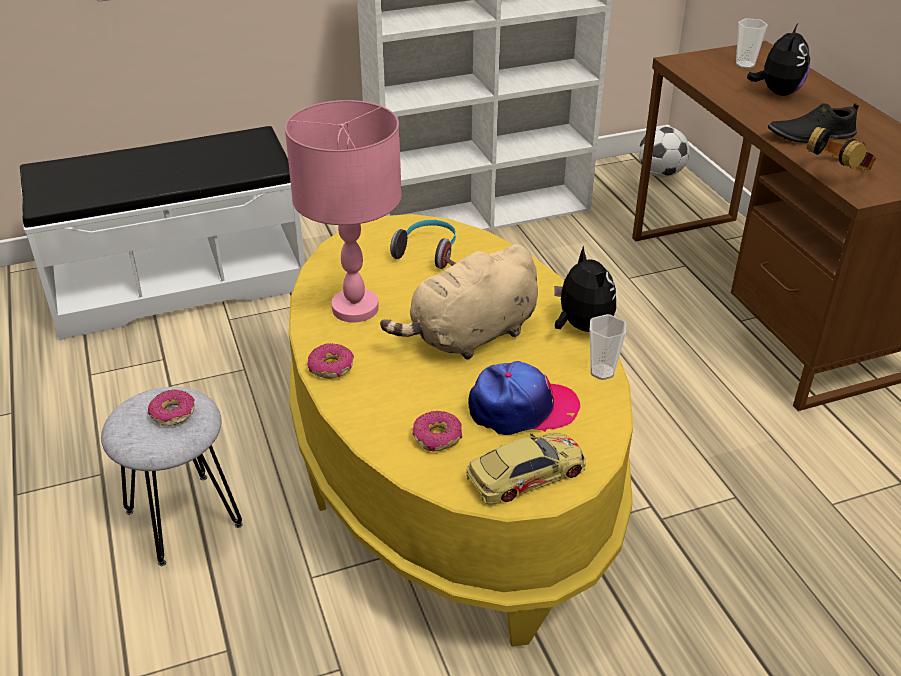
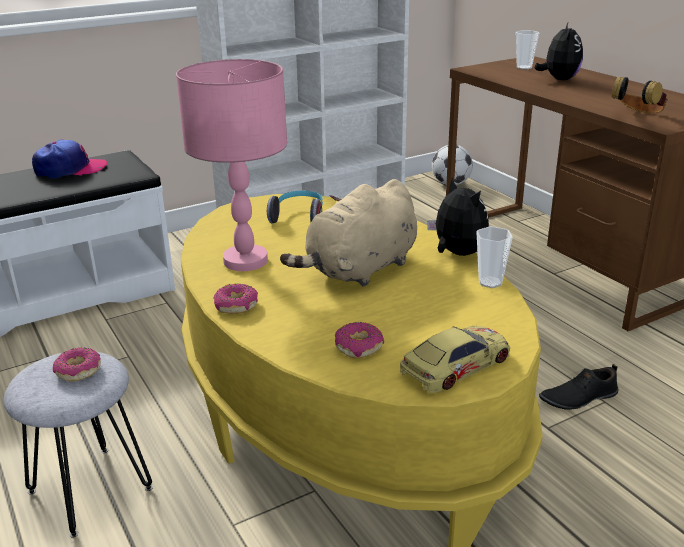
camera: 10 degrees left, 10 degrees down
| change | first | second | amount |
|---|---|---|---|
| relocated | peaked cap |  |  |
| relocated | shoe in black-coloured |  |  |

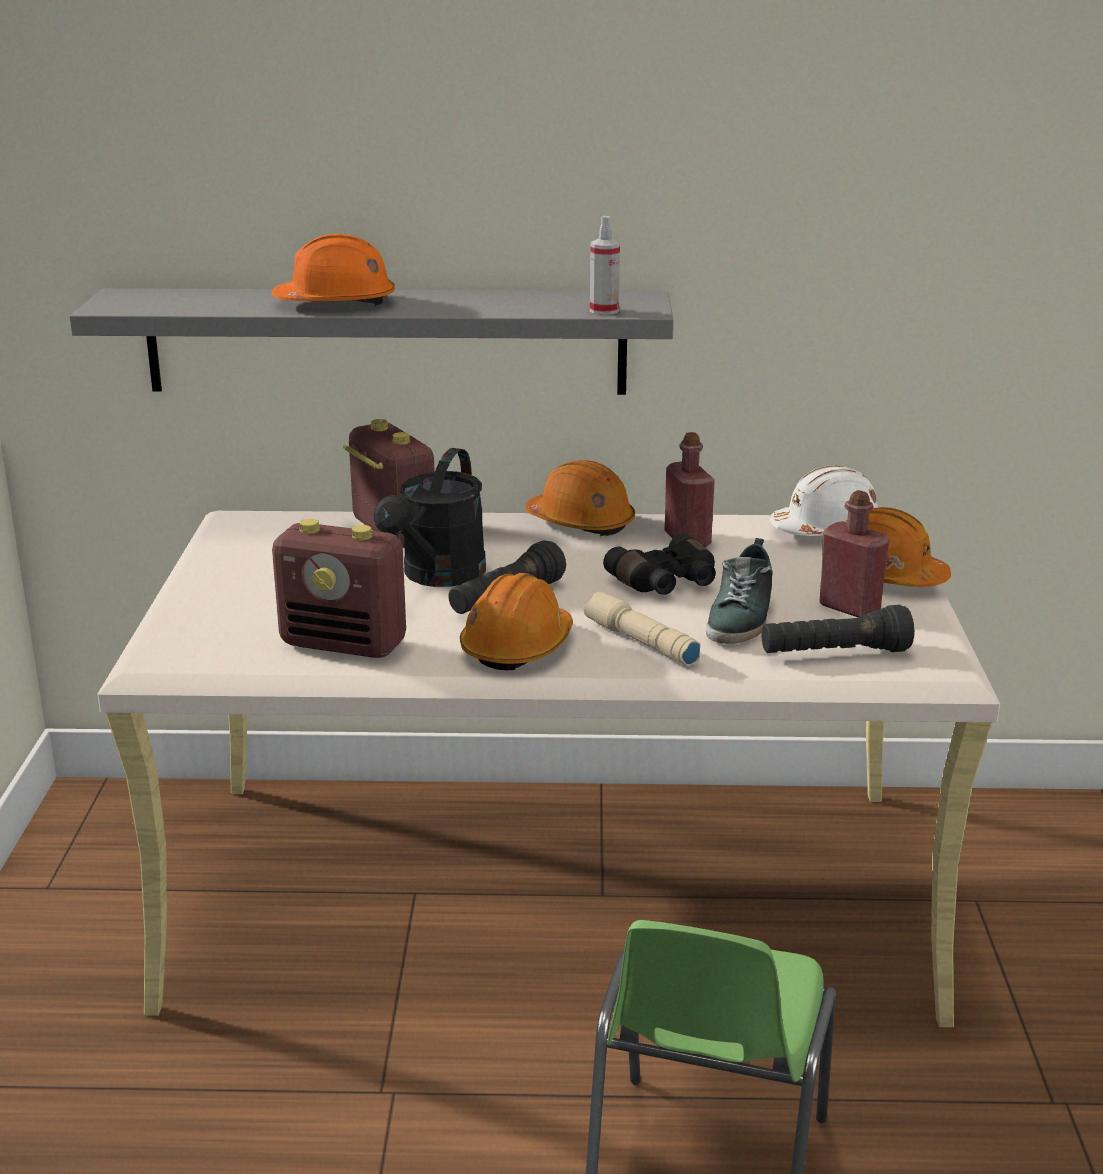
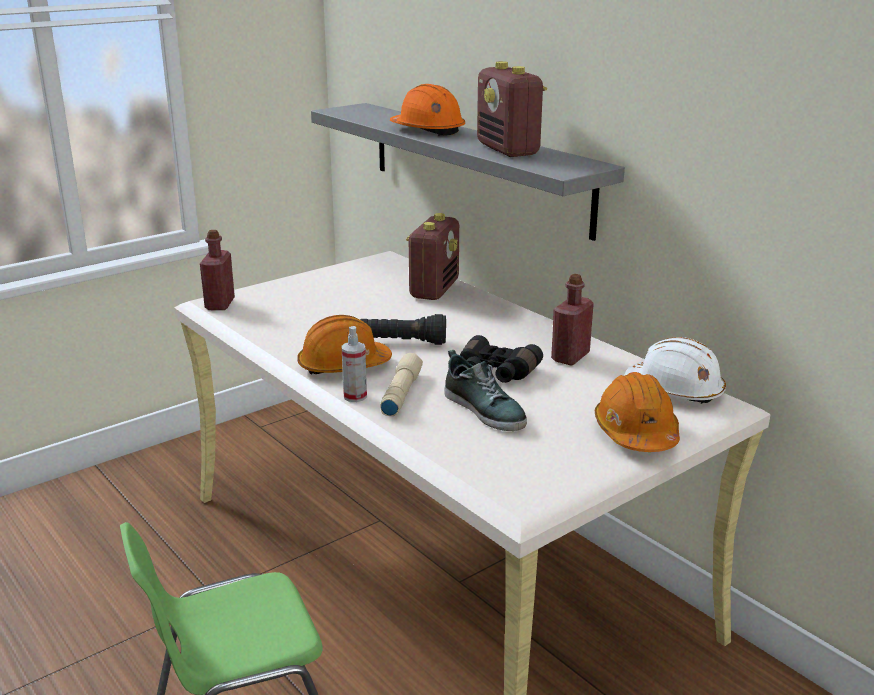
camera: 50 degrees right, 0 degrees up
| change | first | second | amount |
|---|---|---|---|
| missing | watering can in black-coloured |  |  |
| missing | work helmet in orangey (no. 3 from left) |  |  |
| missing | torch in black-coloured (no. 2 from left) |  |  |
| relocated | radio (no. 1 from left in the first image) | radio (no. 2 from left) |  |
| relocated | sprayer |  |  |
| relocated | beverage bottle in red (no. 2 from left in the first image) | beverage bottle in red (no. 1 from left) |  |
| spun | shoe |  | 105 degrees counterclockwise |

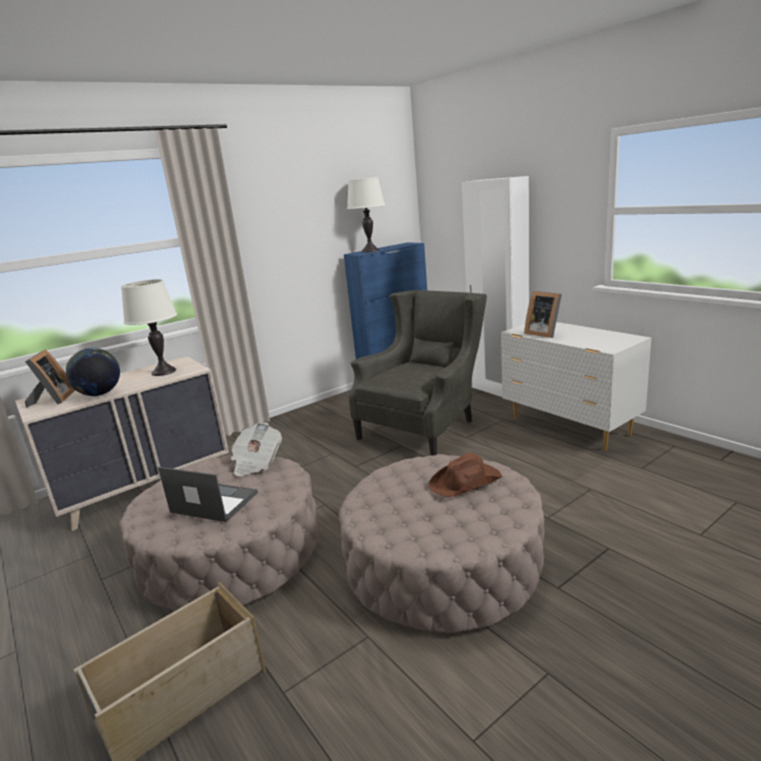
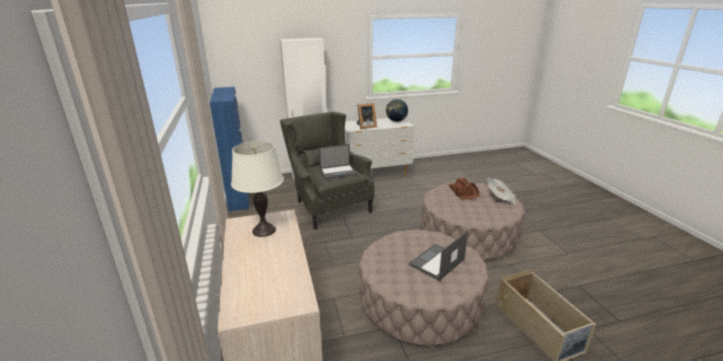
camera: 70 degrees left, 5 degrees up
| change | first | second | amount |
|---|---|---|---|
| missing | standing frame (no. 1 from left) |  |  |
| missing | lamp for a table in white-coloured (no. 2 from left) |  |  |
| appeared |  | laptop (no. 1 from left) |  |
| relocated | globe |  |  |
| relocated | newspaper |  |  |

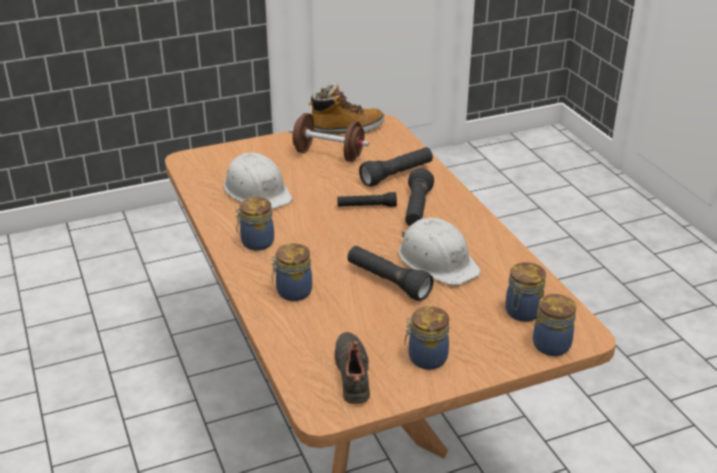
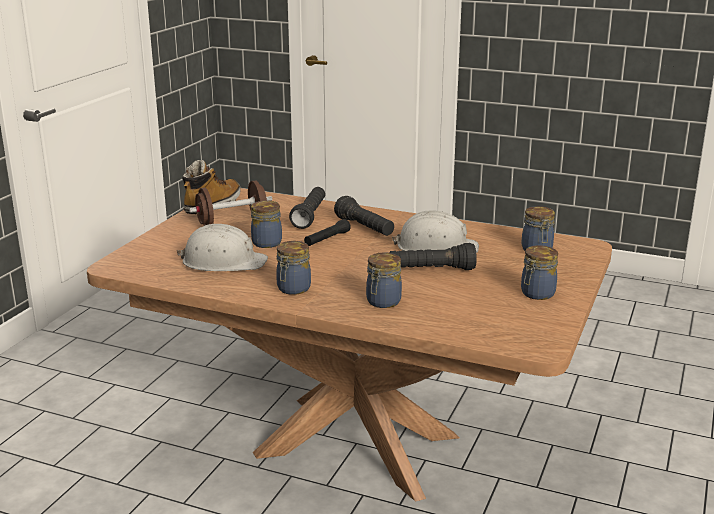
camera: 45 degrees left, 10 degrees down
| change | first | second | amount |
|---|---|---|---|
| missing | shoe in black-coloured |  |  |
| relocated | storage jar (no. 5 from left in the first image) | storage jar (no. 1 from left) |  |

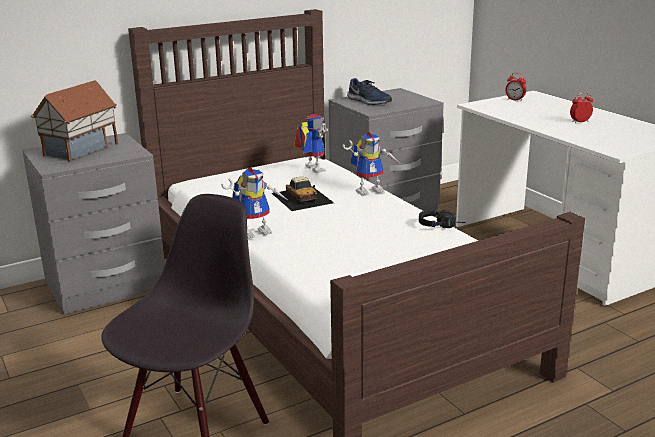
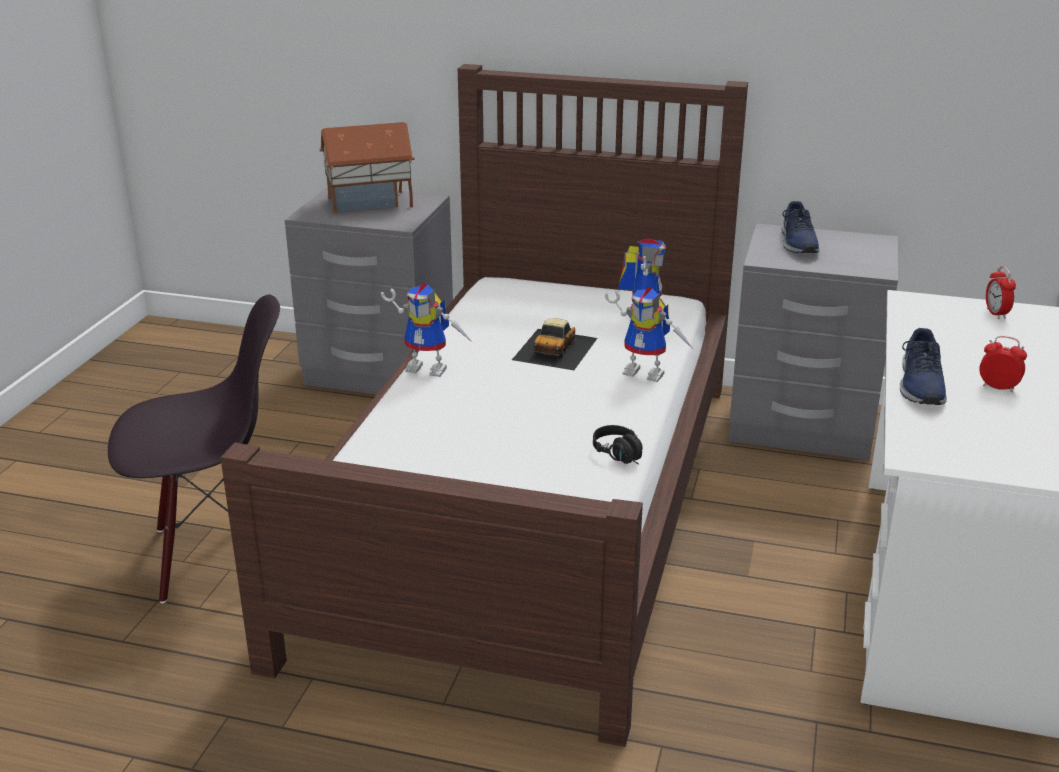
camera: 45 degrees right, 5 degrees up
| change | first | second | amount |
|---|---|---|---|
| appeared |  | shoe in blue-coloured (no. 2 from left) |  |

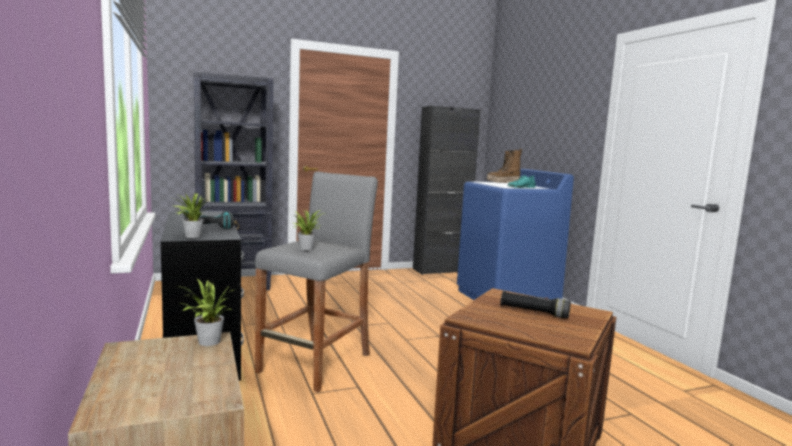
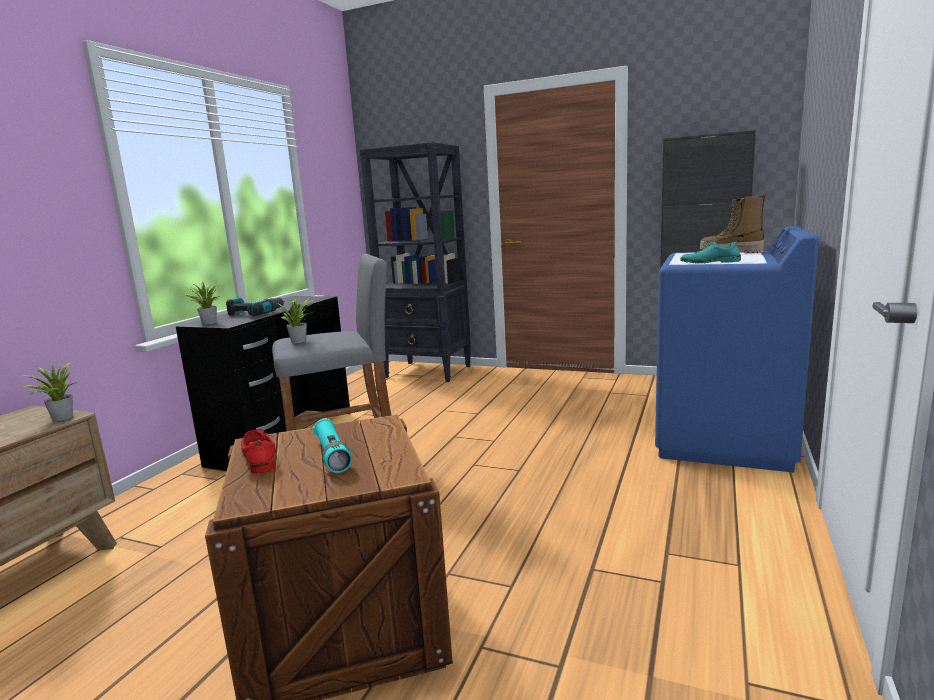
camera: 45 degrees right, 5 degrees up
| change | first | second | amount |
|---|---|---|---|
| appeared |  | shoe in red |  |
| colour | torch in black-coloured | torch in blue-green |  |

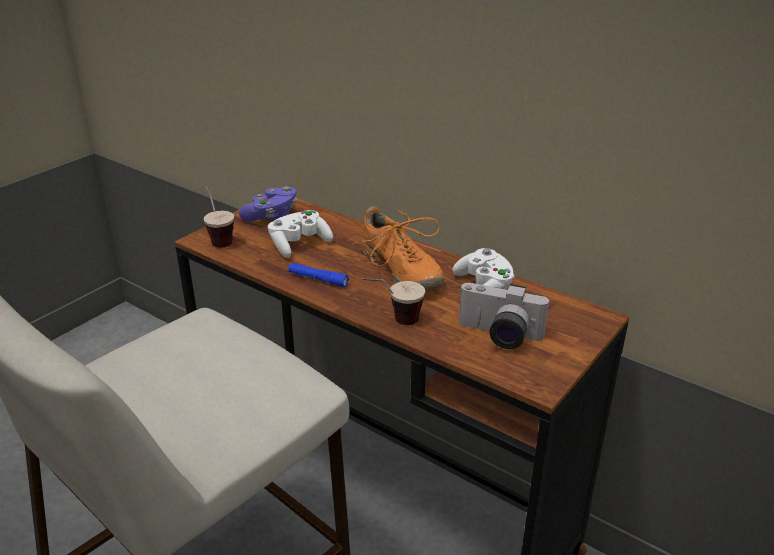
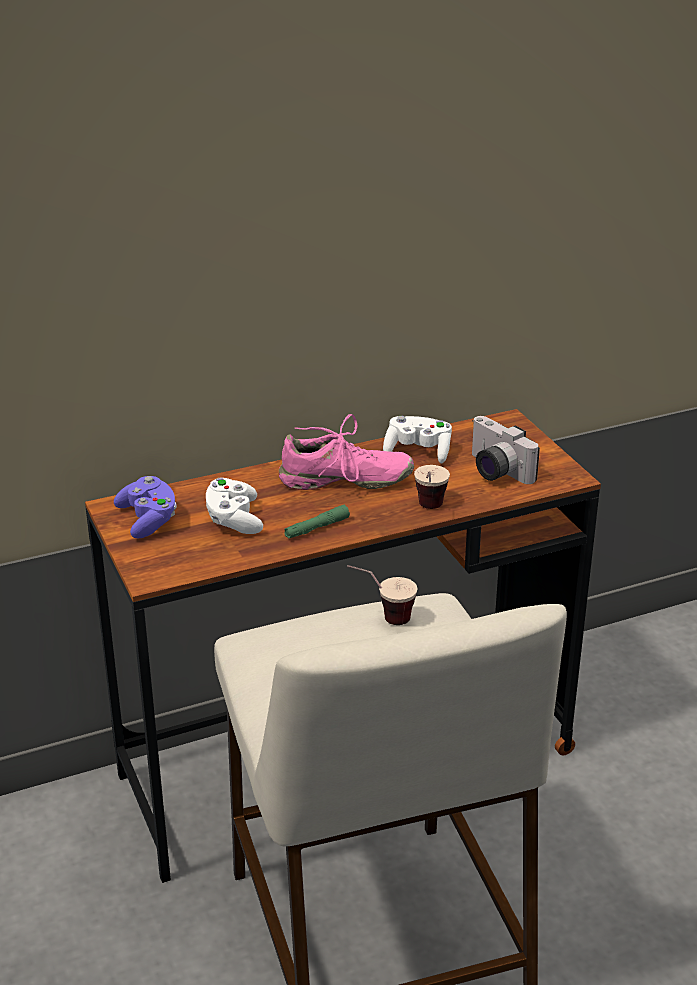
camera: 60 degrees left, 0 degrees up
| change | first | second | amount |
|---|---|---|---|
| relocated | small cup (no. 1 from left) |  |  |
| colour | torch in blue-coloured | torch in green-coloured |  |
| colour | shoe in orangey | shoe in pinkish |  |
| spun | still camera |  | 90 degrees clockwise |

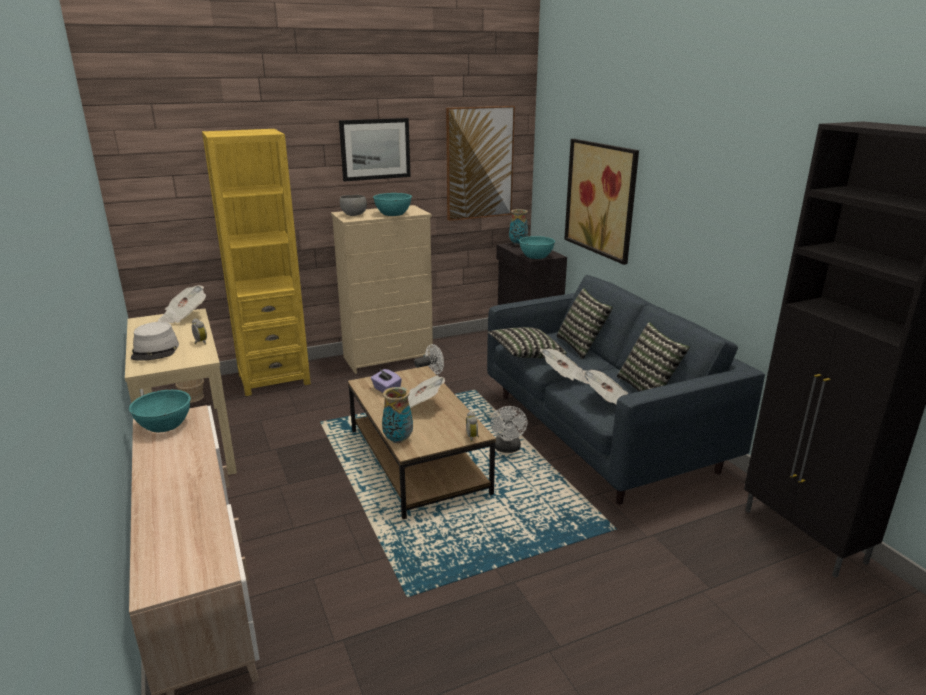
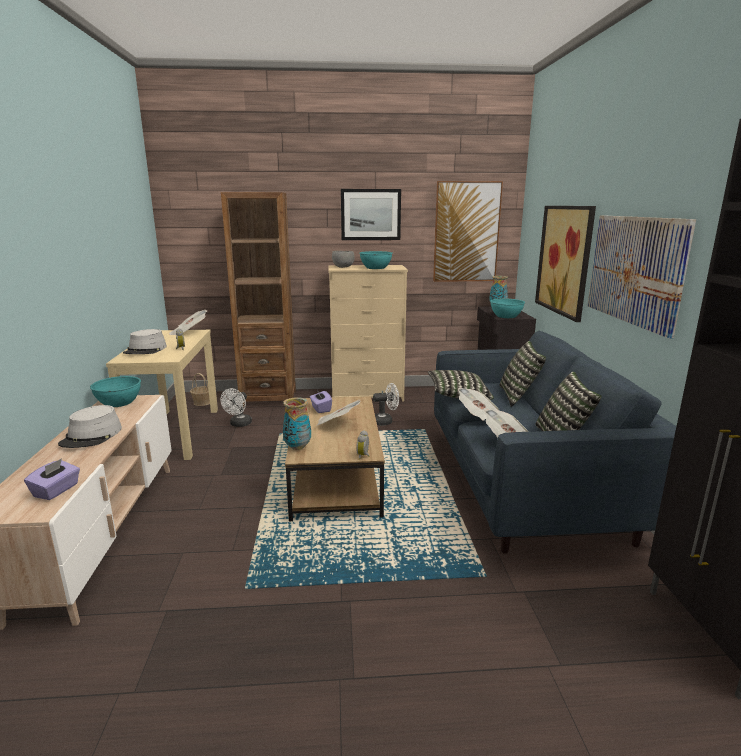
camera: 20 degrees right, 5 degrees down
| change | first | second | amount |
|---|---|---|---|
| appeared |  | box of tissues in purplish (no. 1 from left) |  |
| appeared |  | hat in grey (no. 1 from left) |  |
| appeared |  | picture (no. 4 from left) |  |
| relocated | cooling fan in white-coloured (no. 2 from left in the first image) | cooling fan in white-coloured (no. 1 from left) |  |
| colour | bookshelf in yellowish | bookshelf in brown-coloured |  |

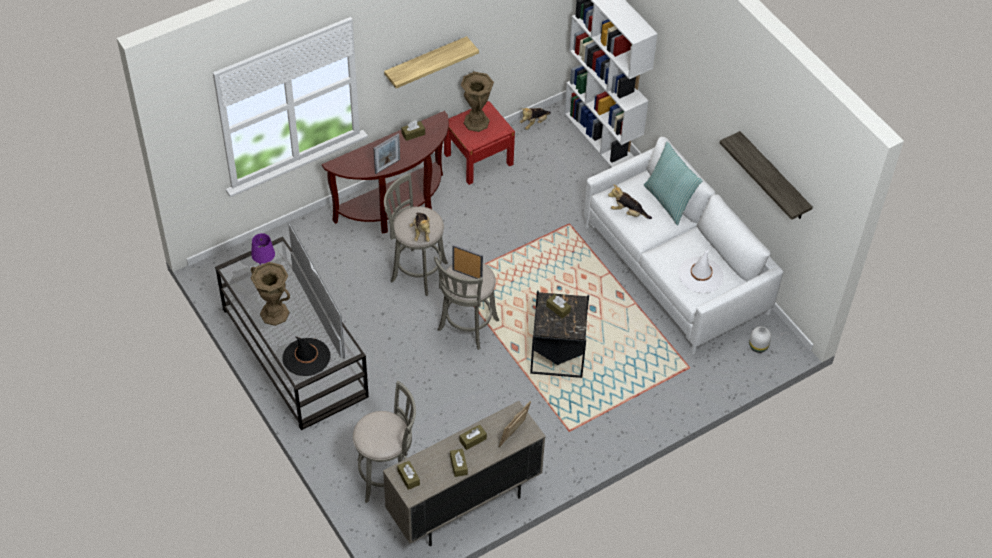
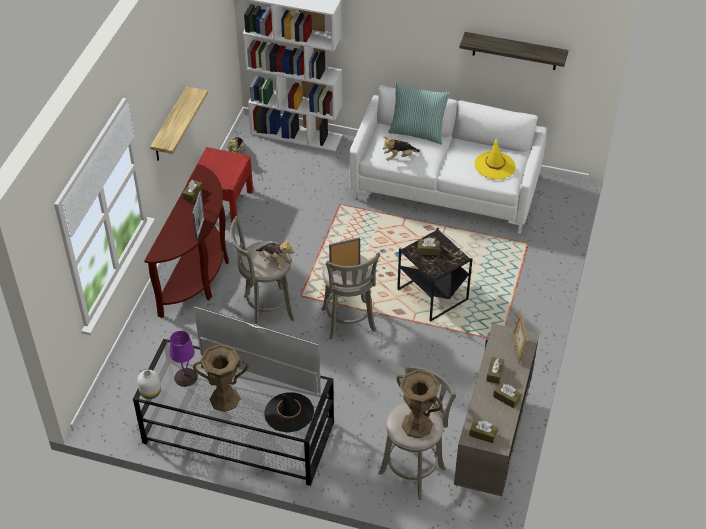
camera: 40 degrees left, 5 degrees down
| change | first | second | amount |
|---|---|---|---|
| relocated | vase in brown-coloured (no. 2 from left) |  |  |
| relocated | vase in white-coloured |  |  |
| colour | hat in white-coloured | hat in yellowish |  |

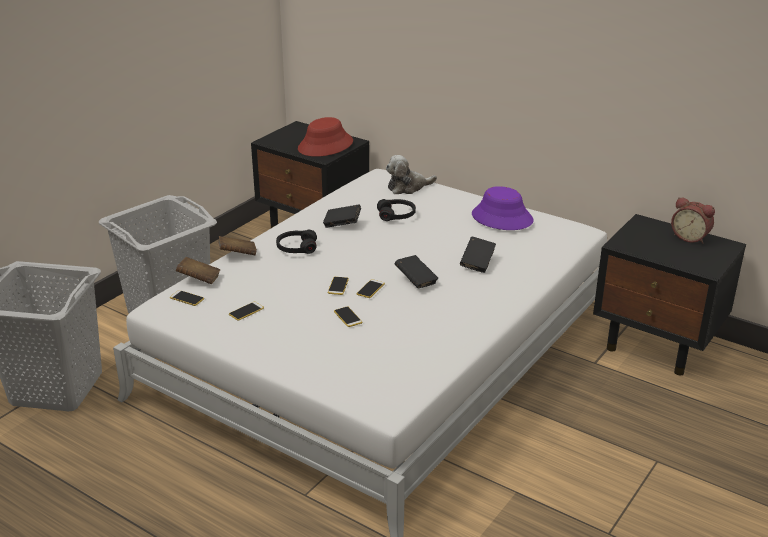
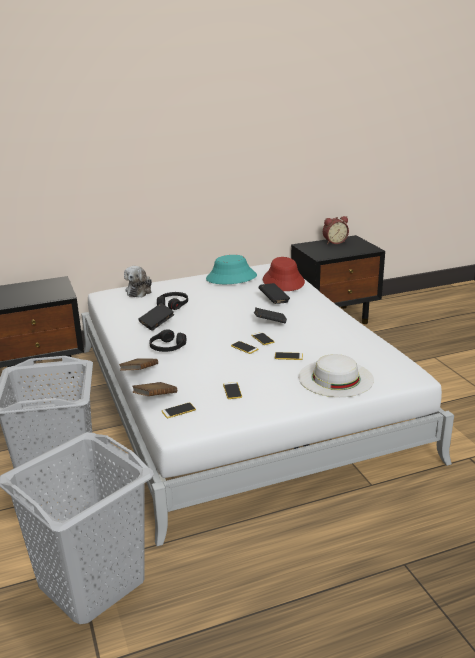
camera: 55 degrees left, 5 degrees down
| change | first | second | amount |
|---|---|---|---|
| appeared |  | hat in white-coloured |  |
| relocated | hat in red |  |  |
| colour | hat in purplish | hat in blue-green |  |

